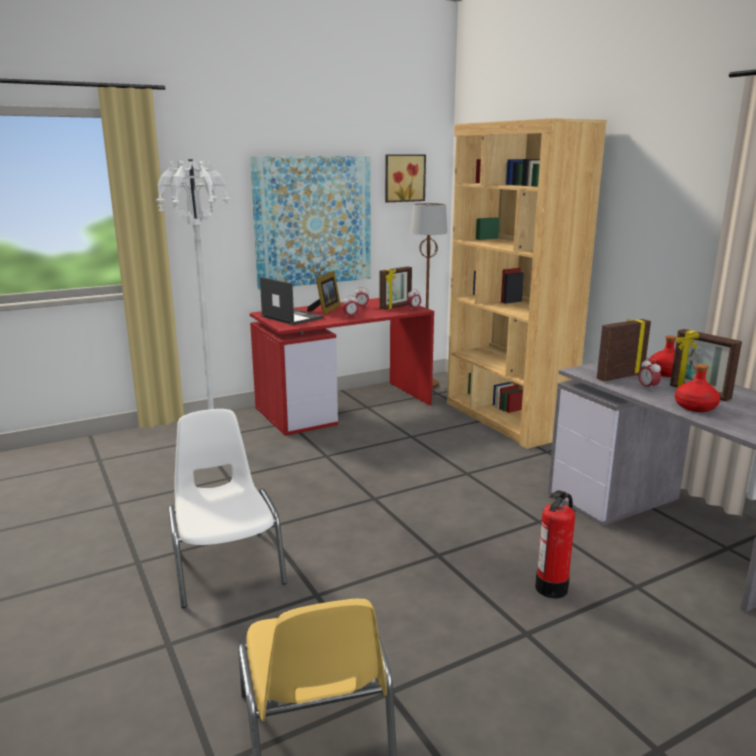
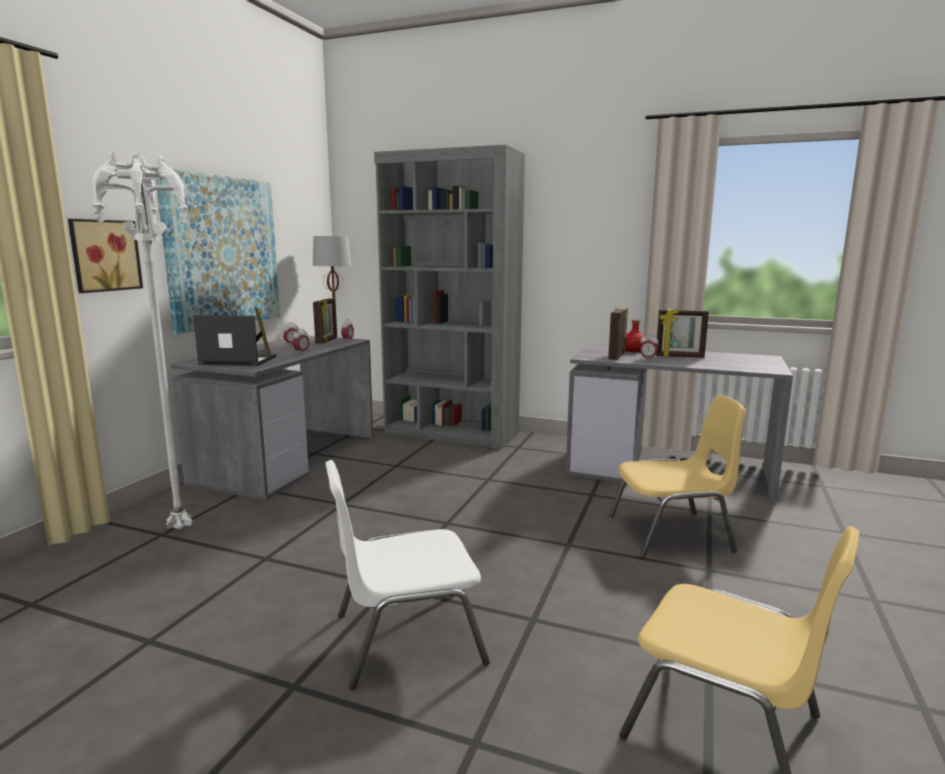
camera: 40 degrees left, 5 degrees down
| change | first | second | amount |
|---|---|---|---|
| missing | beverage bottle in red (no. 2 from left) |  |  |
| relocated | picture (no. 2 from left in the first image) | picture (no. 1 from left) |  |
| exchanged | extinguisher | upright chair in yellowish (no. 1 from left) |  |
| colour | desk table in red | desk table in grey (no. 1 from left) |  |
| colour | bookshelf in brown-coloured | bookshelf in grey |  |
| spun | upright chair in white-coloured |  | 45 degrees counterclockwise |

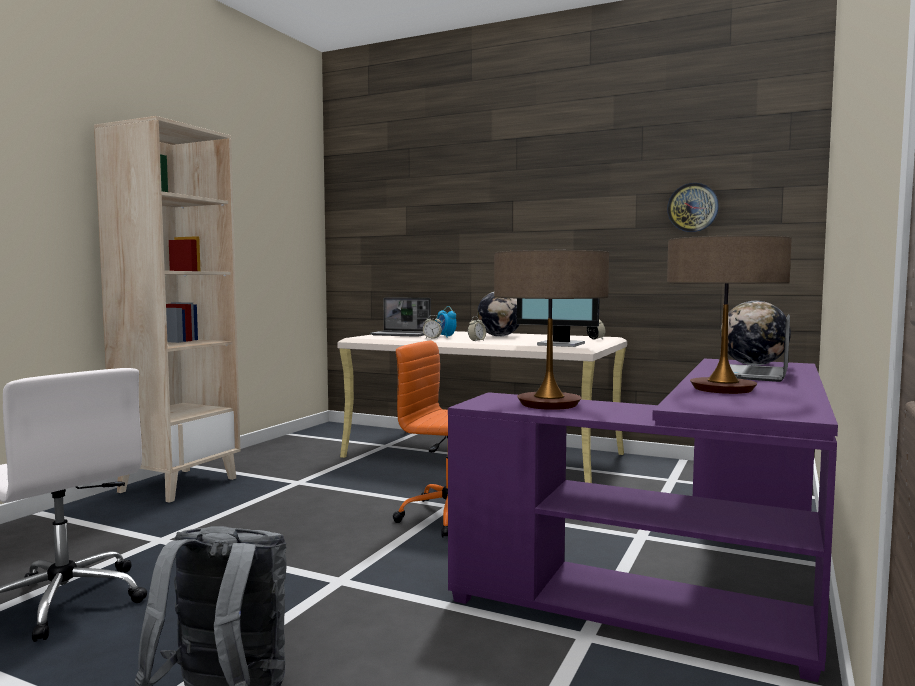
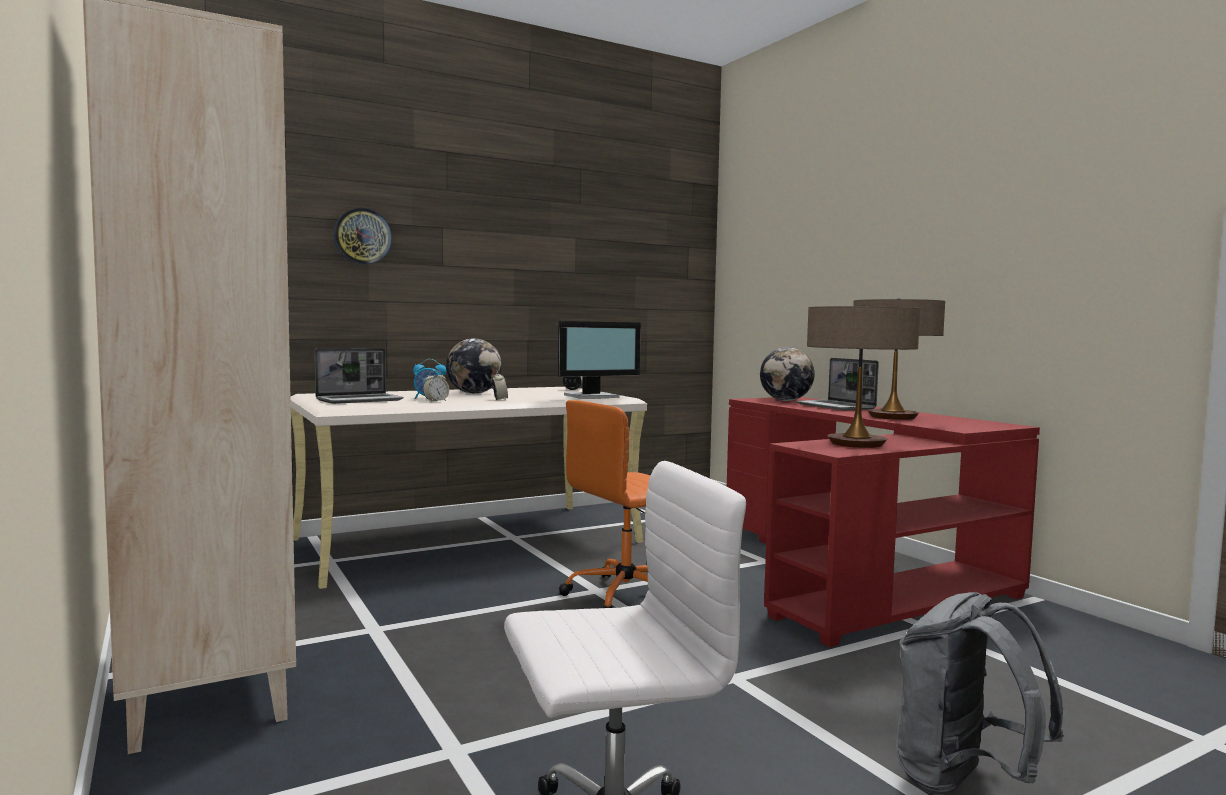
camera: 55 degrees left, 0 degrees up
| change | first | second | amount |
|---|---|---|---|
| relocated | wall clock |  |  |
| colour | desk table in purplish | desk table in red |  |

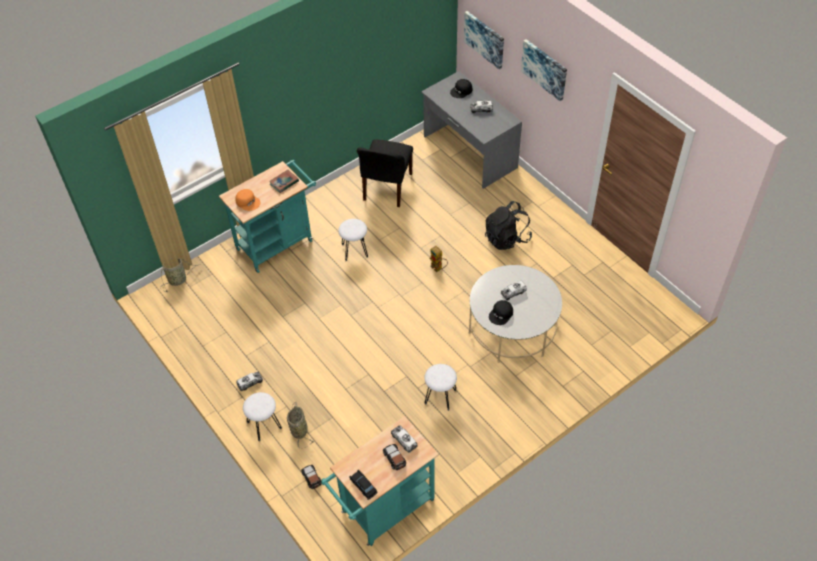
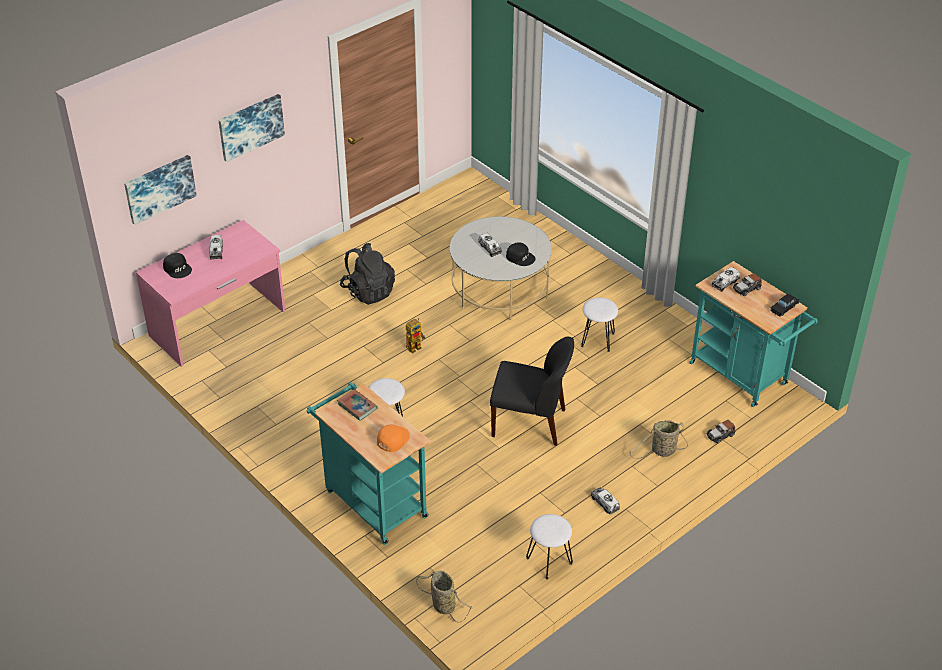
camera: 95 degrees left, 10 degrees down
| change | first | second | amount |
|---|---|---|---|
| relocated | stool seat in white-coloured (no. 1 from left in the first image) | stool seat in white-coloured (no. 2 from left) |  |
| relocated | upright chair in black-coloured |  |  |
| colour | desk table in grey | desk table in pinkish |  |

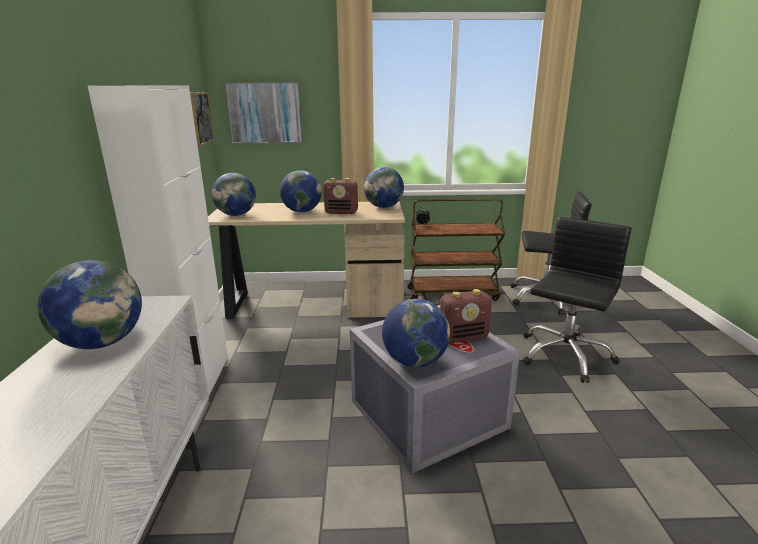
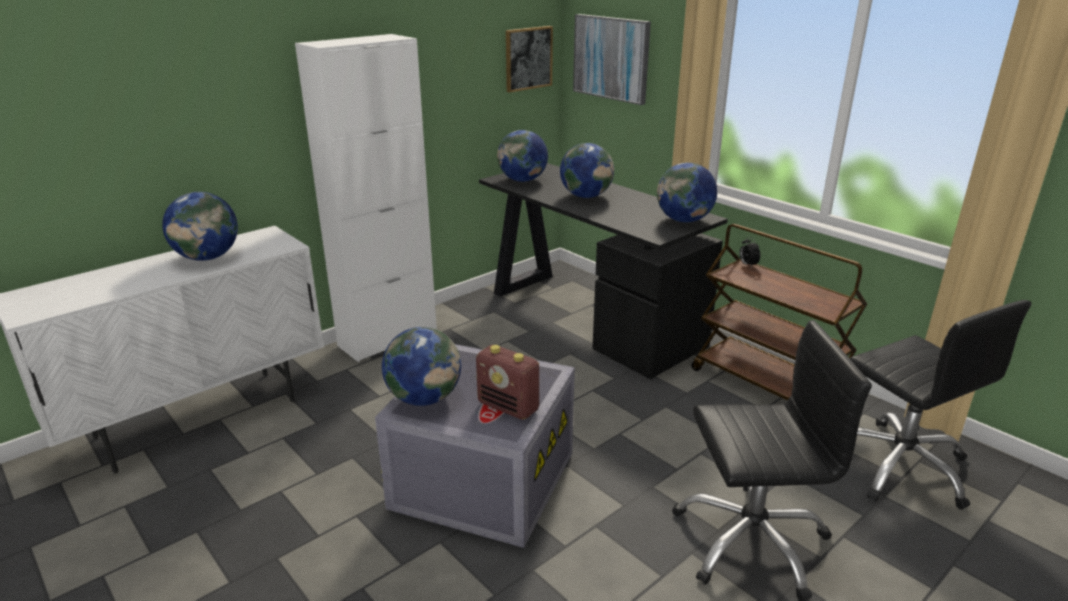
camera: 50 degrees right, 5 degrees up
| change | first | second | amount |
|---|---|---|---|
| missing | radio (no. 1 from left) |  |  |
| colour | desk table in beige-coloured | desk table in black-coloured |  |

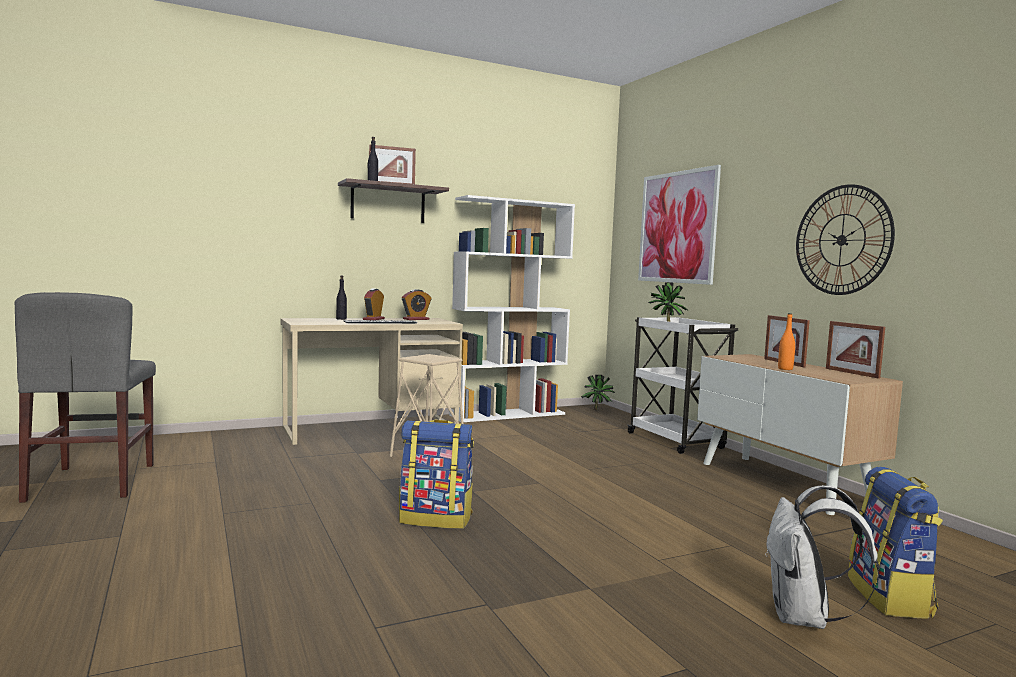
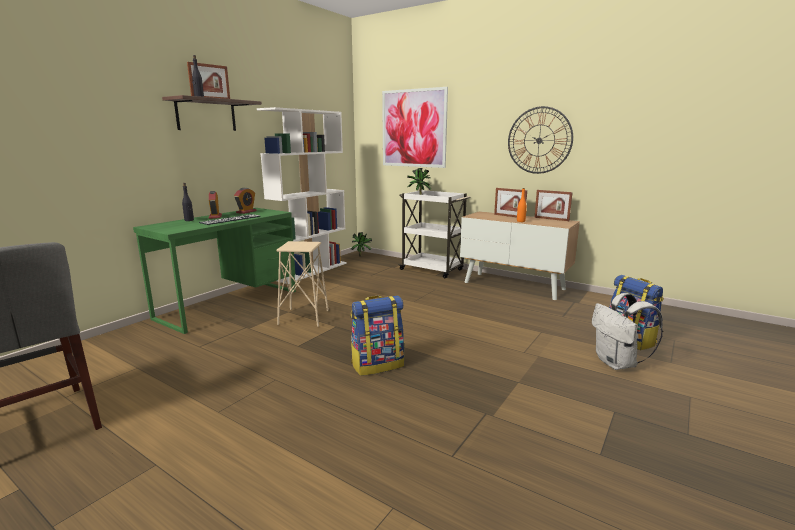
camera: 30 degrees left, 10 degrees up
| change | first | second | amount |
|---|---|---|---|
| colour | desk table in beige-coloured | desk table in green-coloured |  |

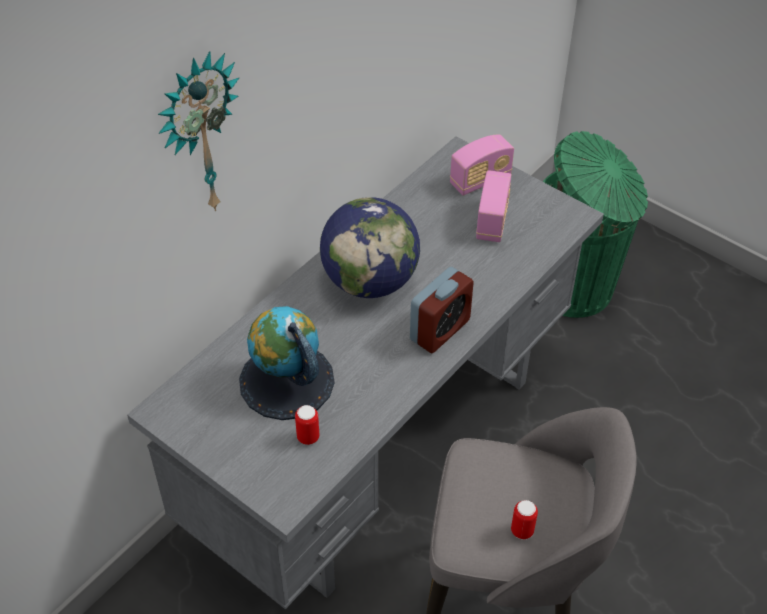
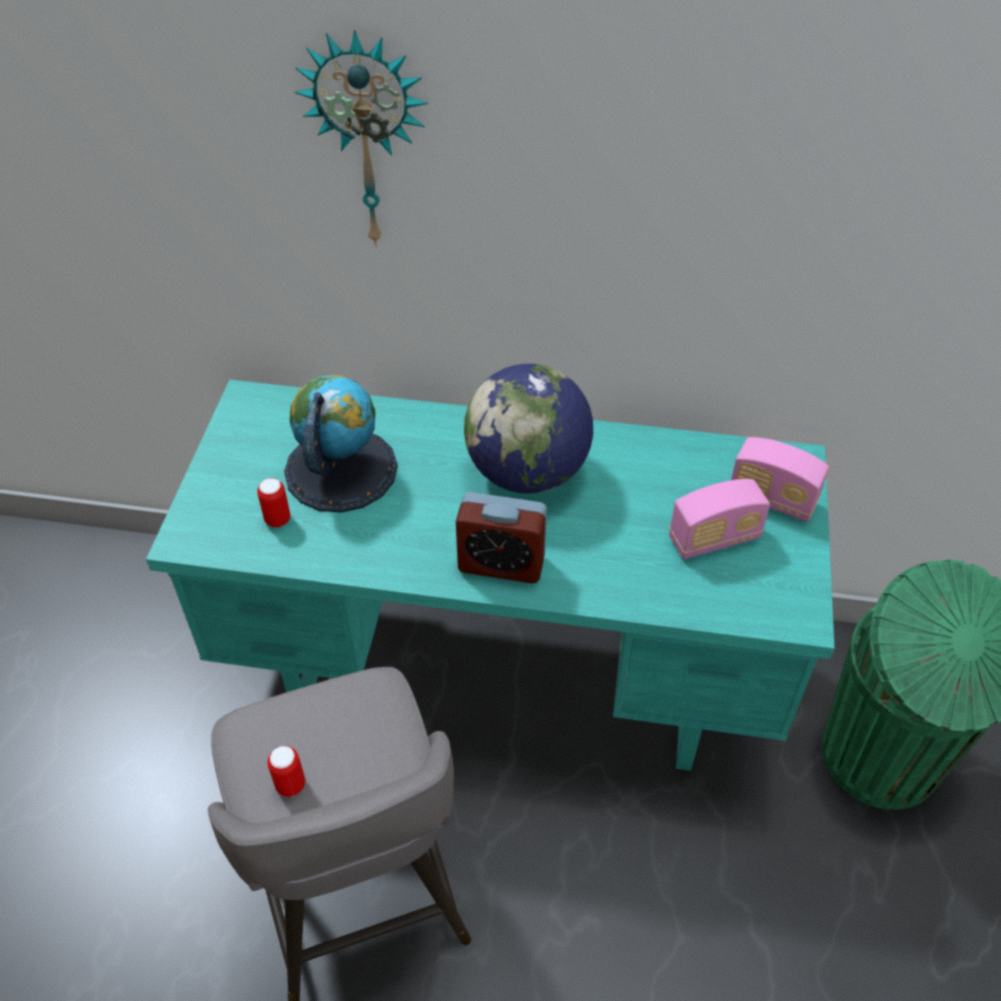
camera: 60 degrees right, 0 degrees up
| change | first | second | amount |
|---|---|---|---|
| colour | desk table in grey | desk table in blue-green |  |

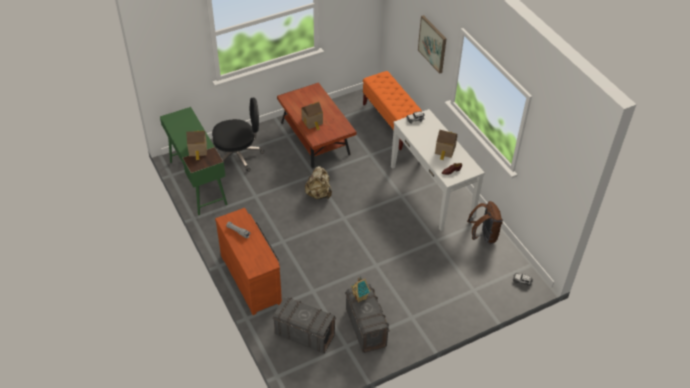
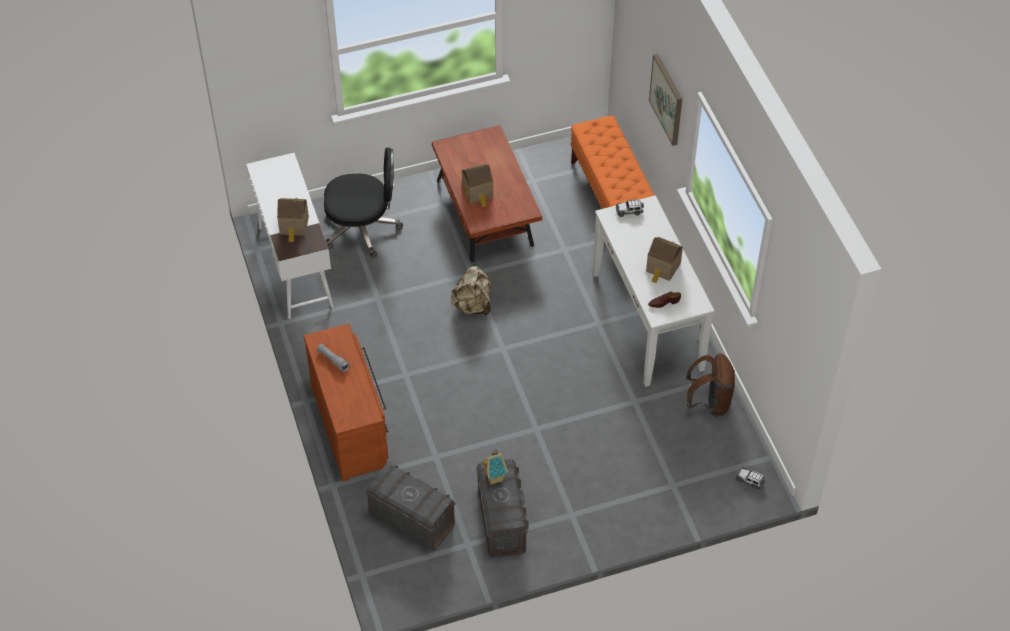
camera: 10 degrees right, 5 degrees up
| change | first | second | amount |
|---|---|---|---|
| colour | desk table in green-coloured | desk table in white-coloured |  |

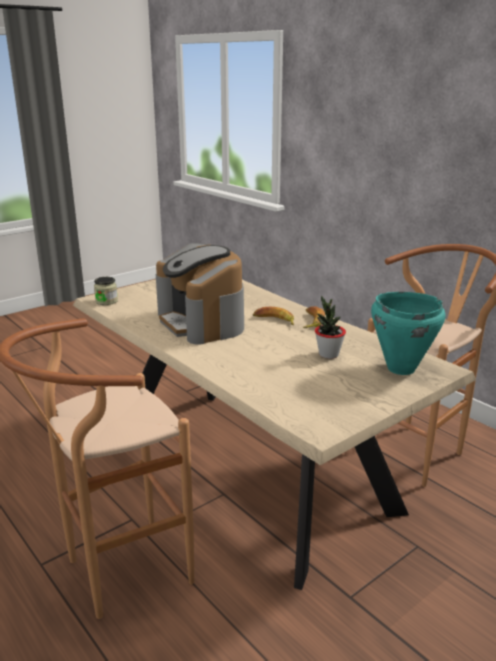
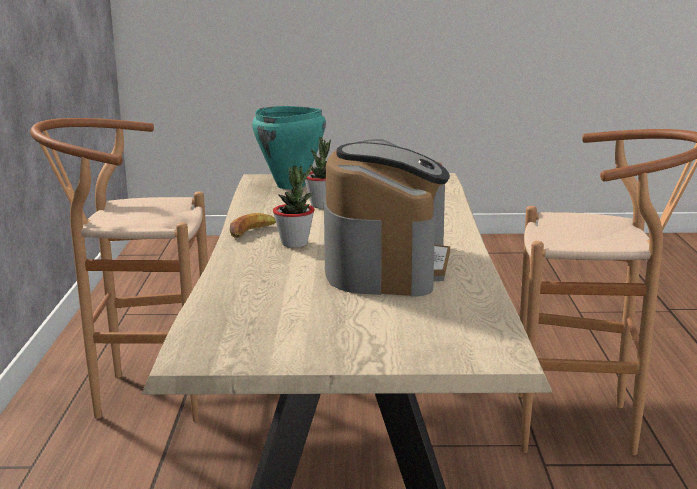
camera: 140 degrees left, 5 degrees down
| change | first | second | amount |
|---|---|---|---|
| missing | storage jar |  |  |
| exchanged | banana (no. 1 from left) | plant in a pot (no. 1 from left) |  |

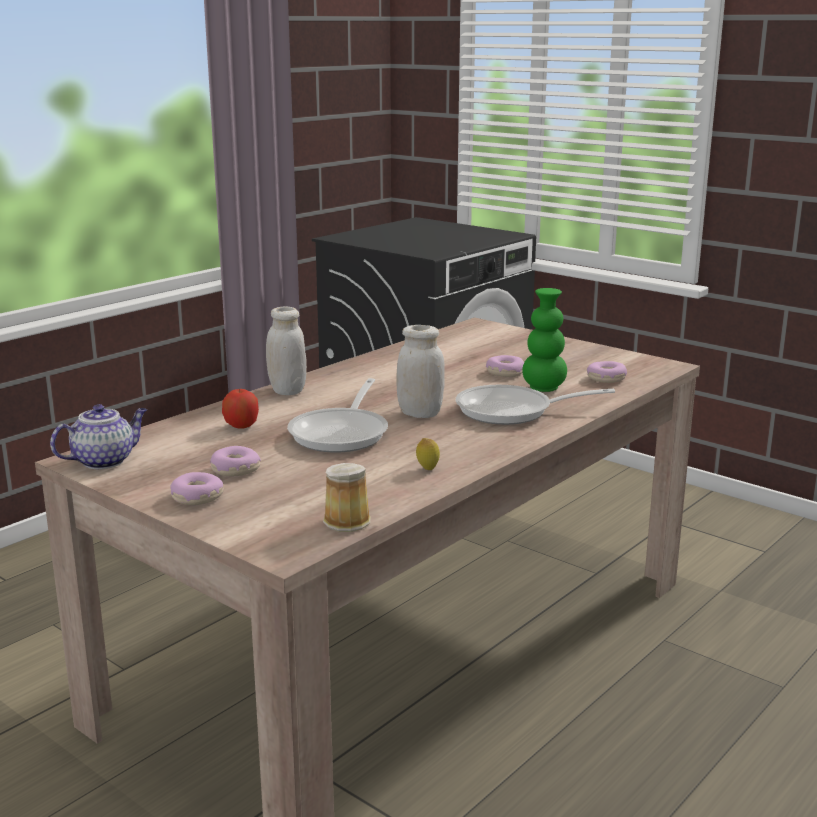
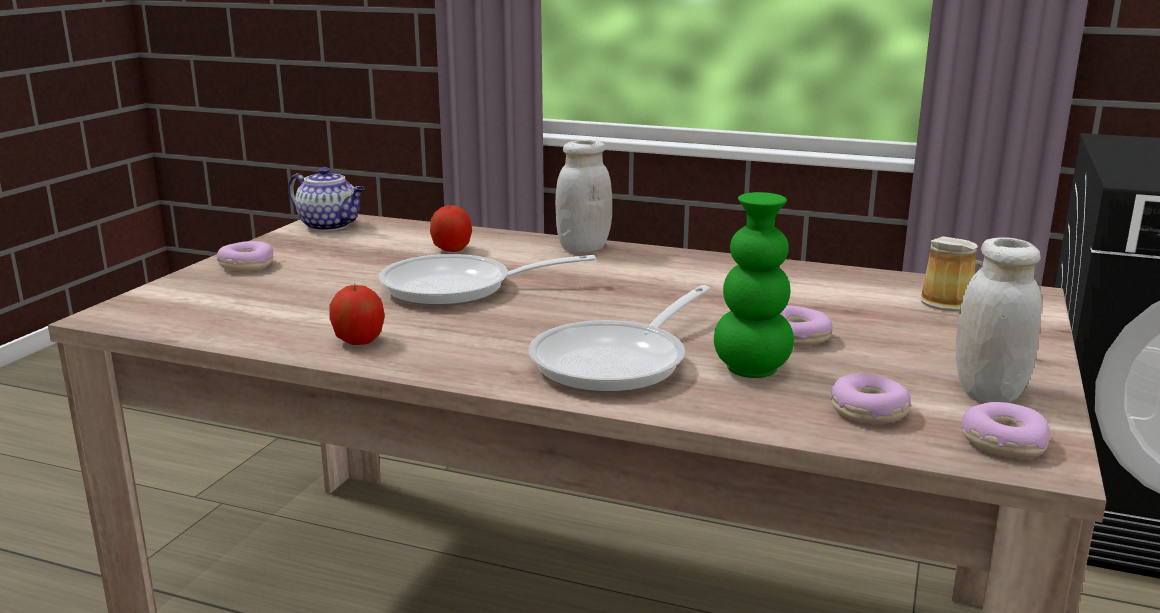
camera: 70 degrees right, 0 degrees up
| change | first | second | amount |
|---|---|---|---|
| relocated | donut (no. 2 from left in the first image) | donut (no. 4 from left) |  |
| relocated | tea mug |  |  |
| relocated | storage jar in white-coloured (no. 2 from left) |  |  |
| exchanged | whole lemon | apple (no. 1 from left) |  |
| spun | frying pan (no. 2 from left) |  | 120 degrees counterclockwise |

